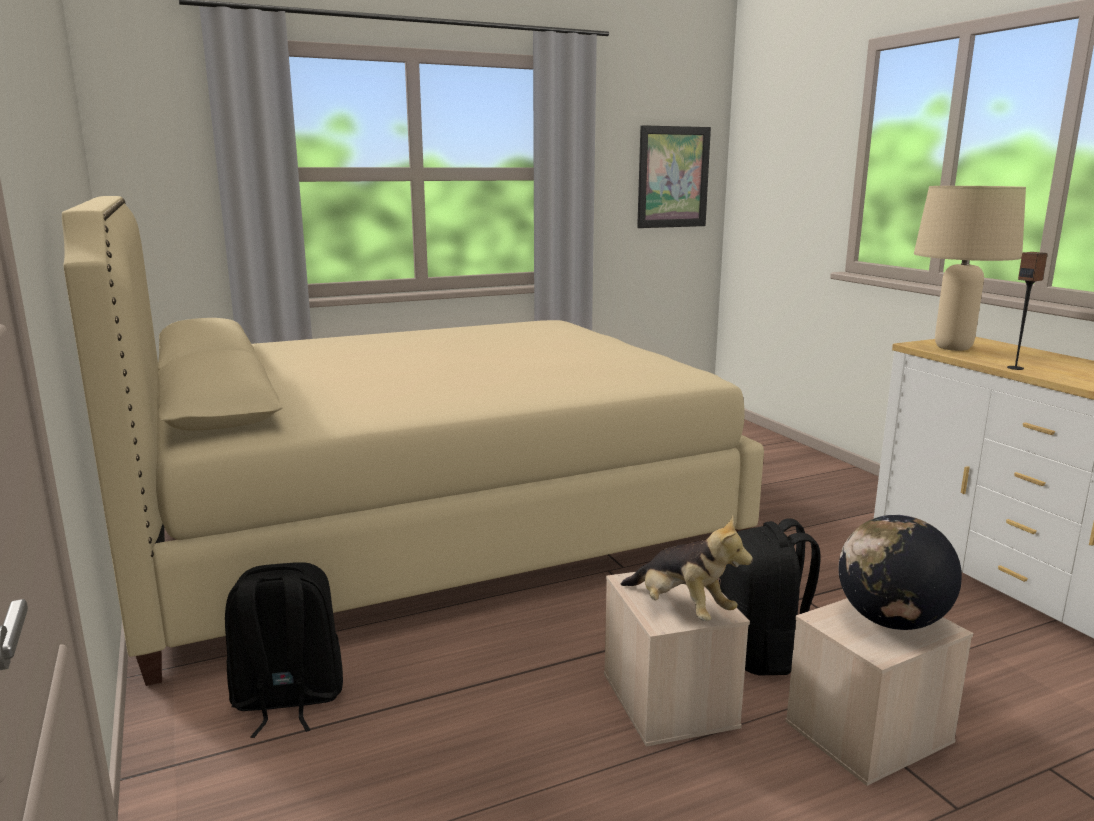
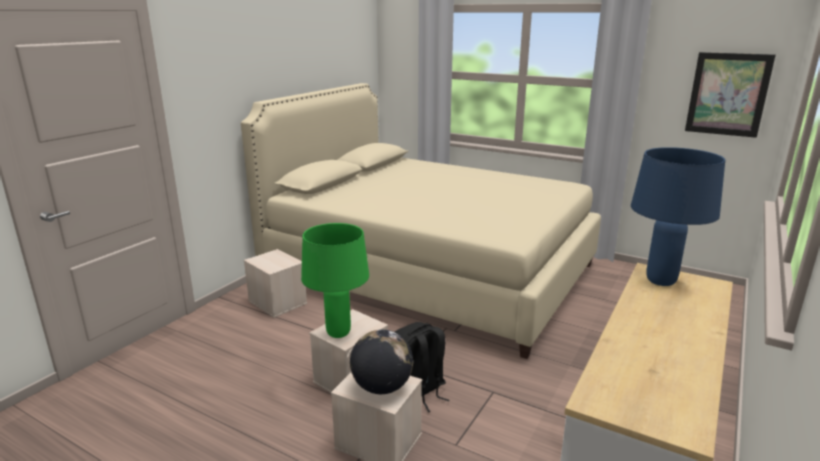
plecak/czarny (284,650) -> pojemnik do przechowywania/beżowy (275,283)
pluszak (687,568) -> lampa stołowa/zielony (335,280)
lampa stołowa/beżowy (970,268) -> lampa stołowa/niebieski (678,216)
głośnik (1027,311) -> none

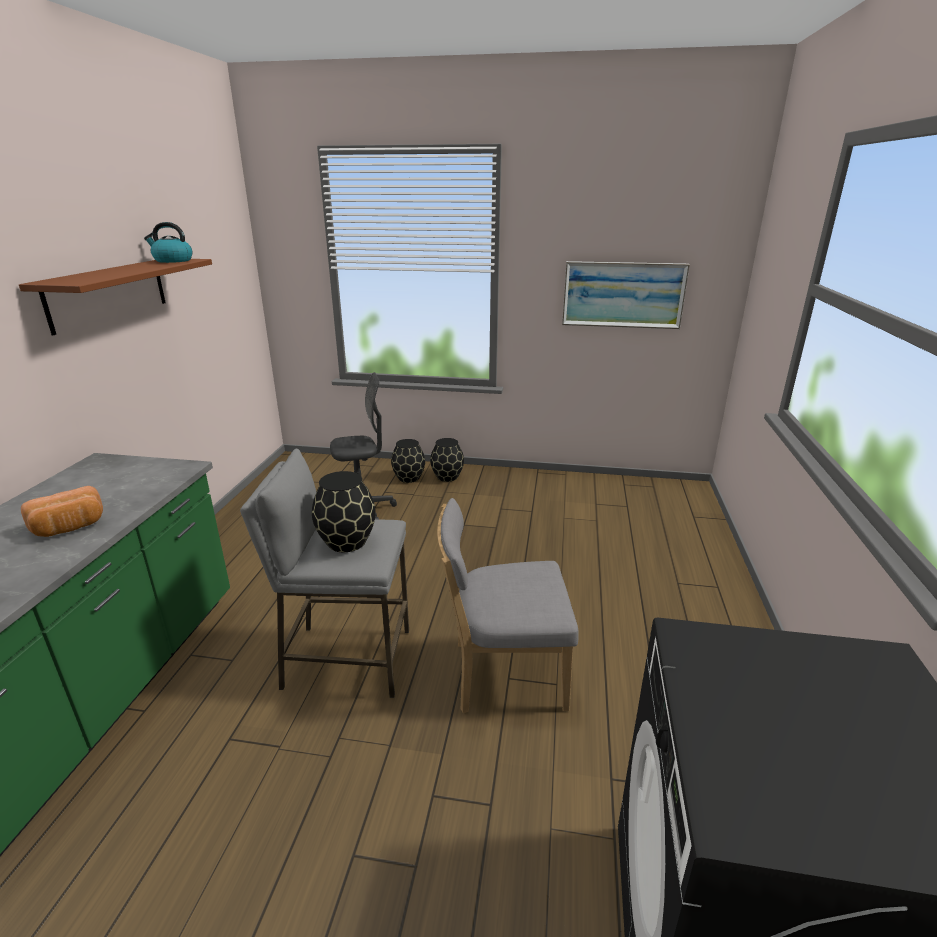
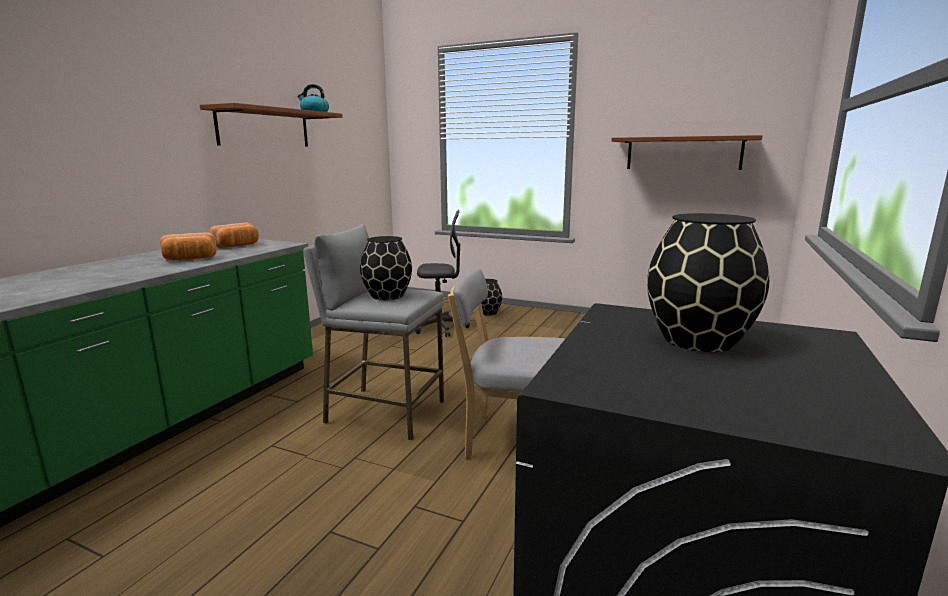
none -> chleb (234,235)
obraz (626,295) -> półka/brązowy (687,152)
wazon/czarny (447,460) -> wazon/czarny (708,282), relocated

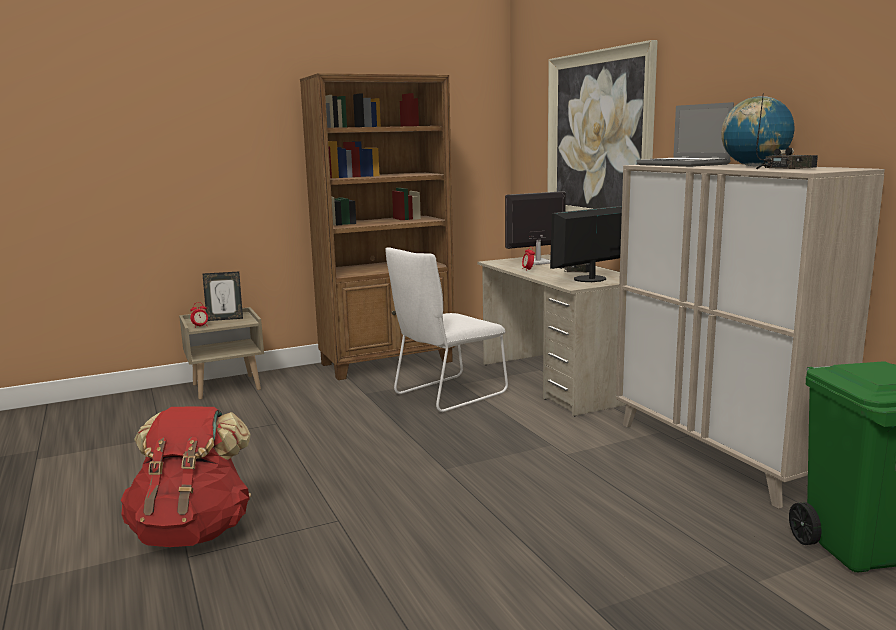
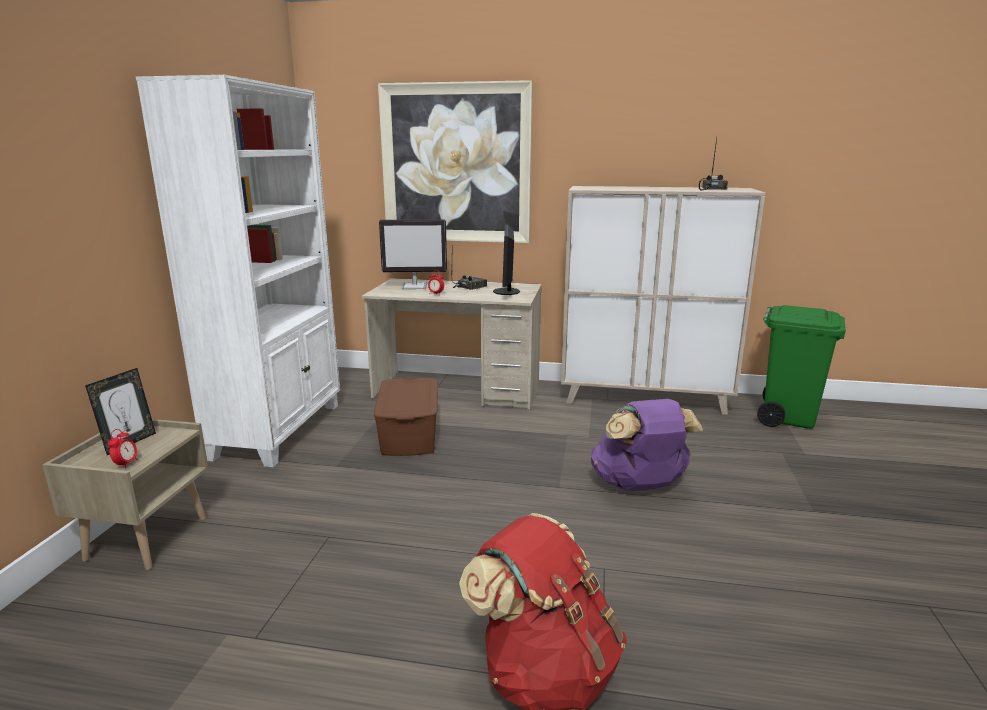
regał/brązowy (377,226) -> regał/biały (238,271)
krzesło/biały (446,329) -> pojemnik do przechowywania/brązowy (406,417)
monitor (535,228) -> monitor (413,254), 105 degrees counterclockwise
none -> plecak/fioletowy (647,445)
laptop (685,134) -> none
globus (757,131) -> none

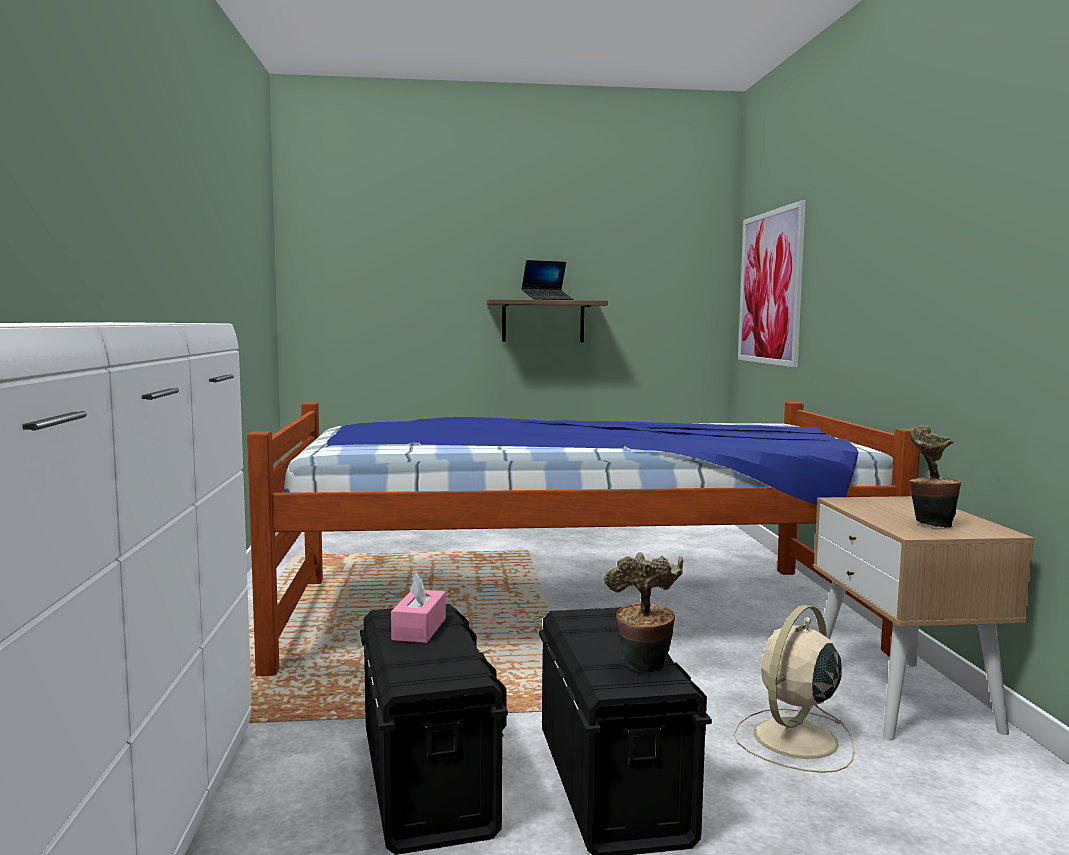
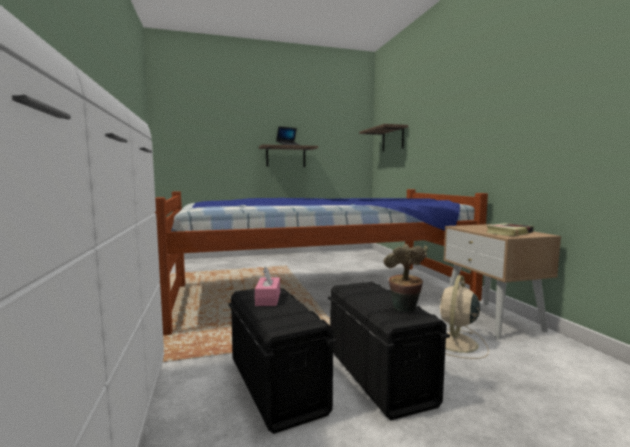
obraz (772,283) -> półka (383,137)
roślina doniczkowa (935,476) -> książka (510,229)

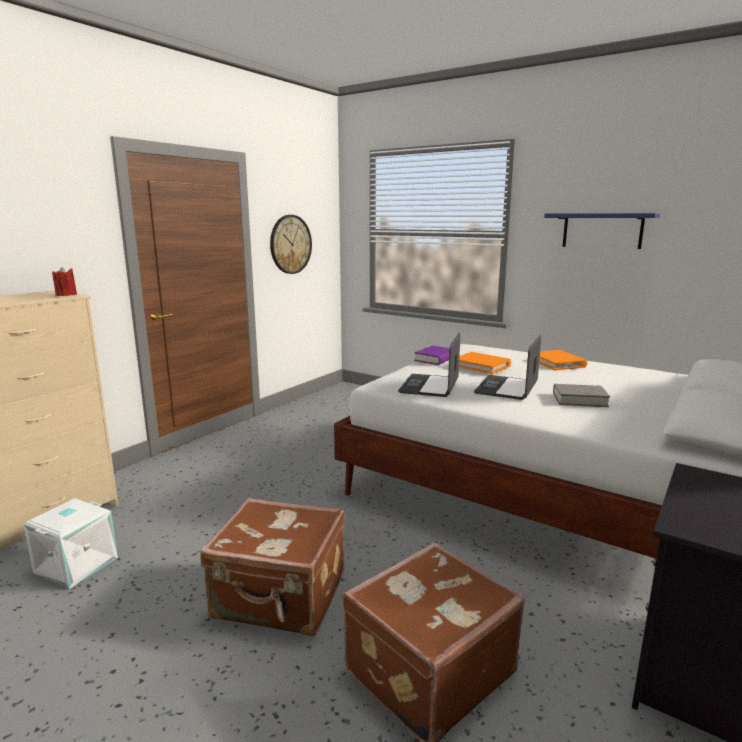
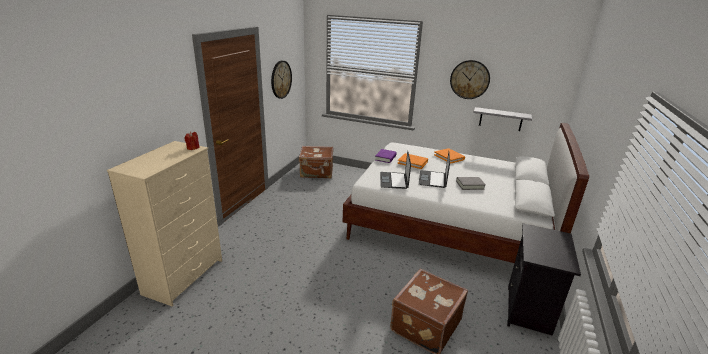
walizka/brązowy (272,567) -> walizka/brązowy (316,162), relocated
półka/niebieski (602,231) -> zegar ścienny (470,79)
none -> półka/szary (502,119)
pojemnik do przechowywania/biały (71,543) -> none

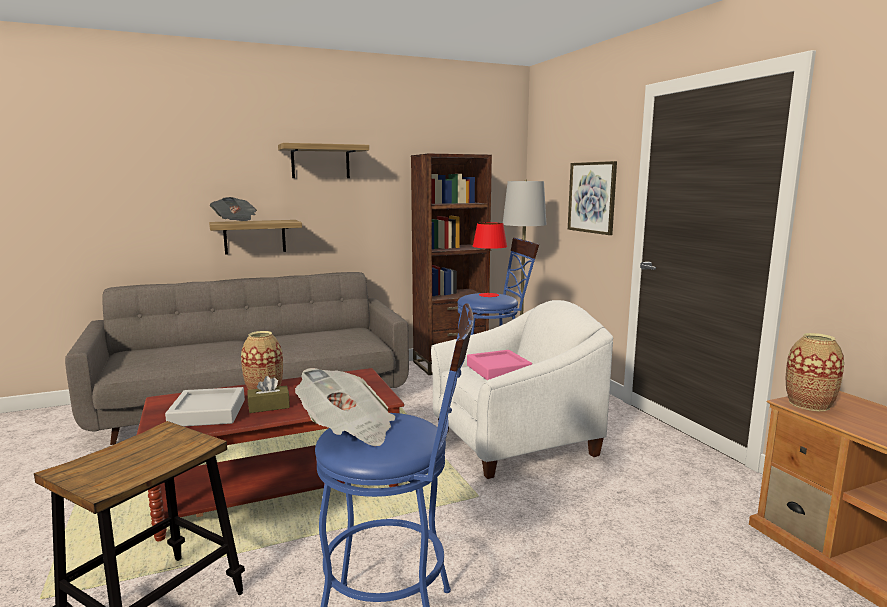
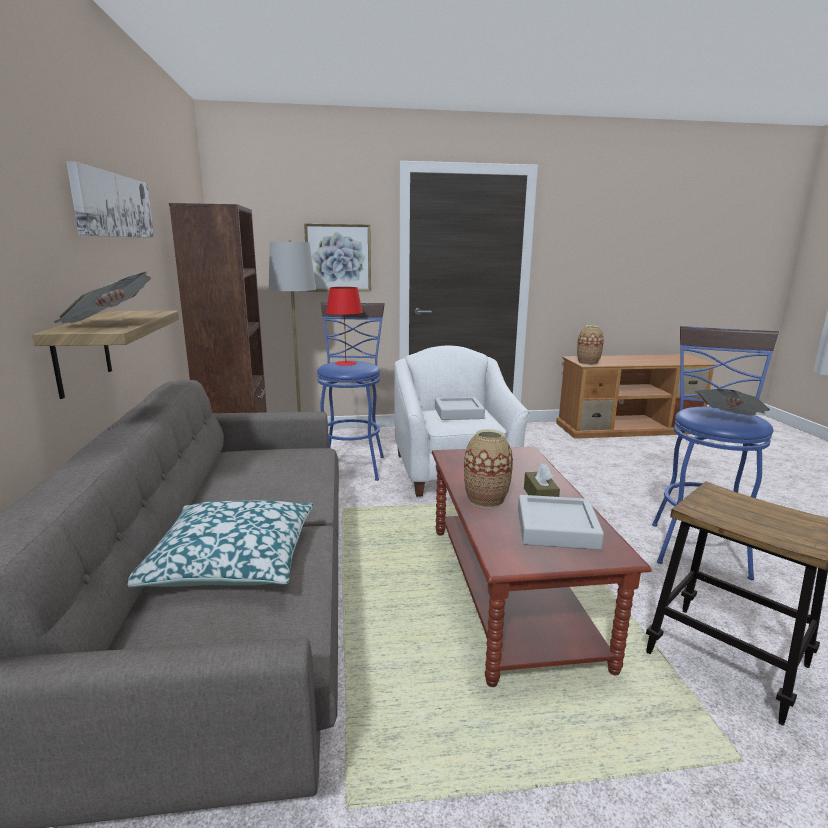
półka (323,160) -> obraz (110,199)
none -> poduszka (221,544)
taca/różowy (499,365) -> taca/szary (460,408)

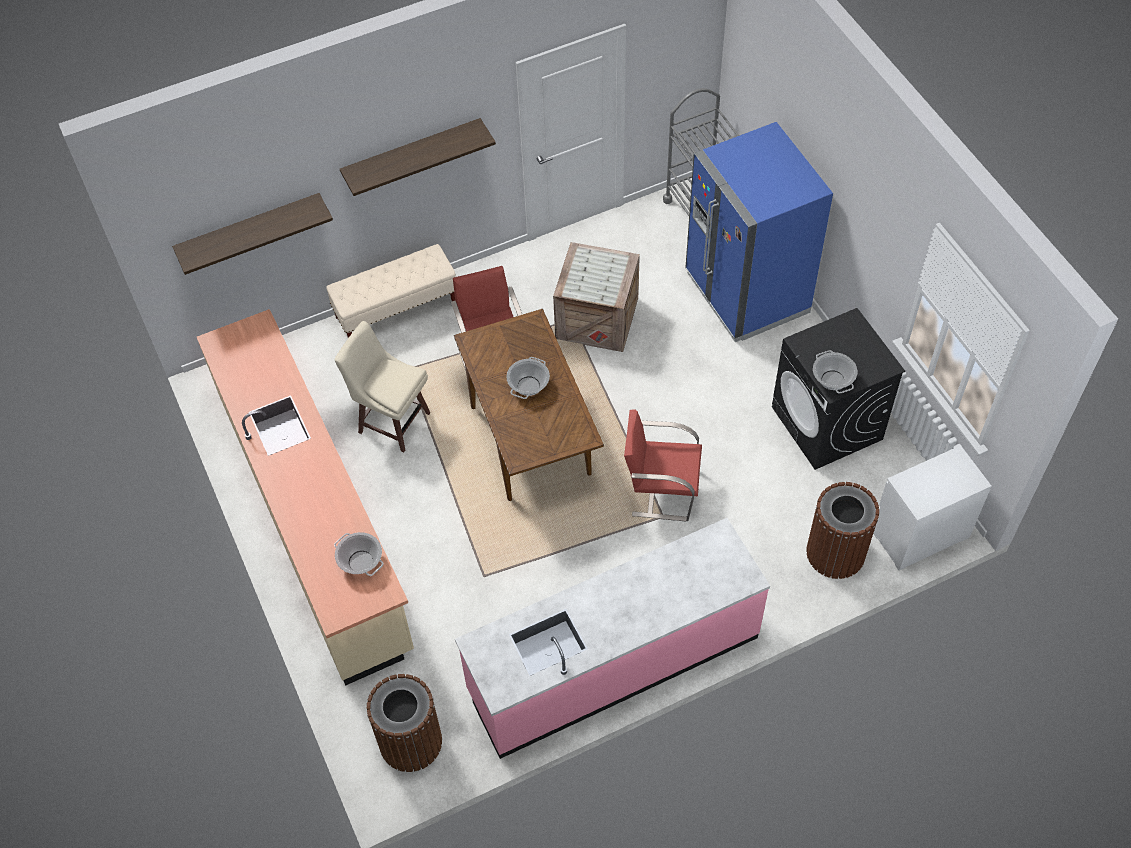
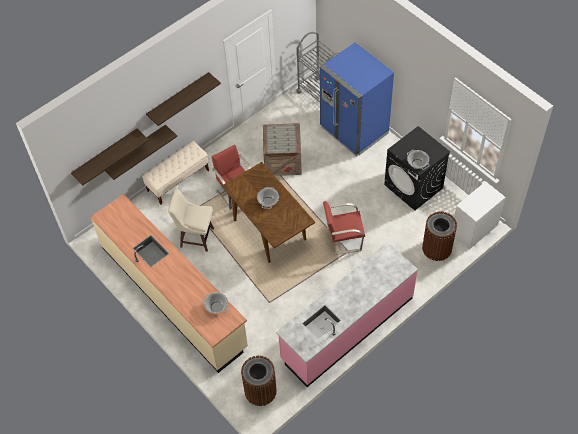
none -> półka (141,152)

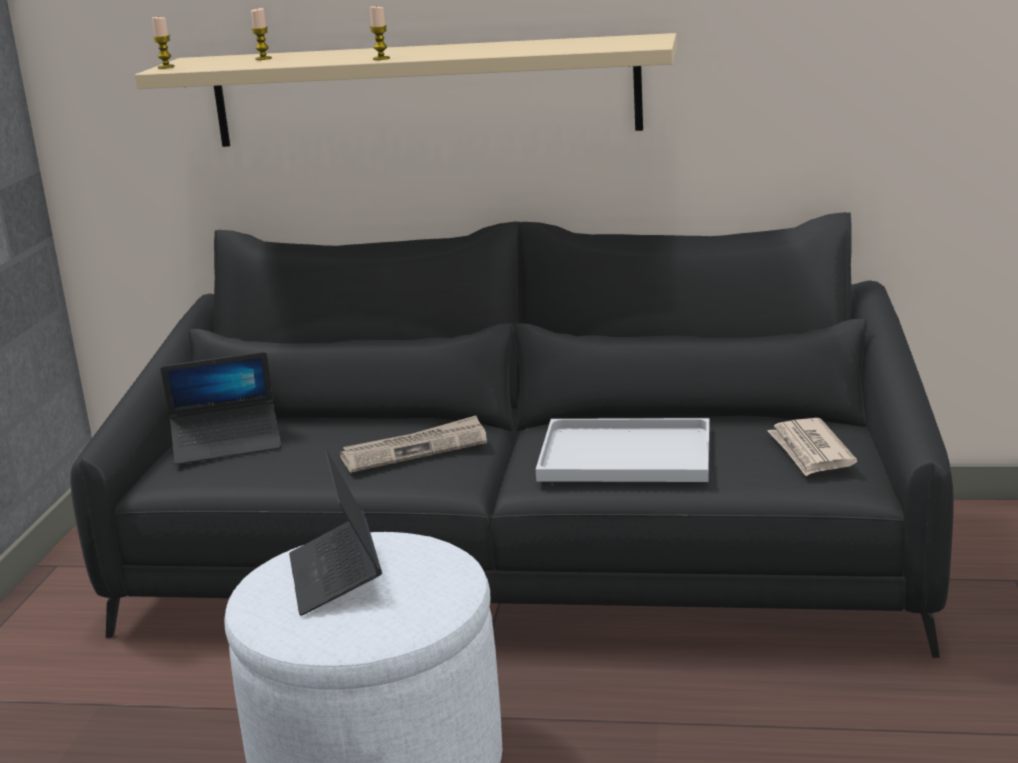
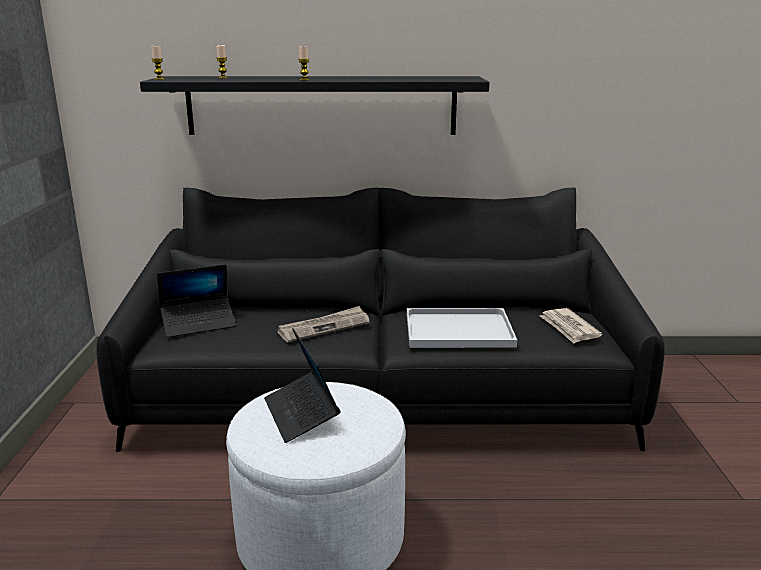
półka/beżowy (406,90) -> półka/czarny (315,105)

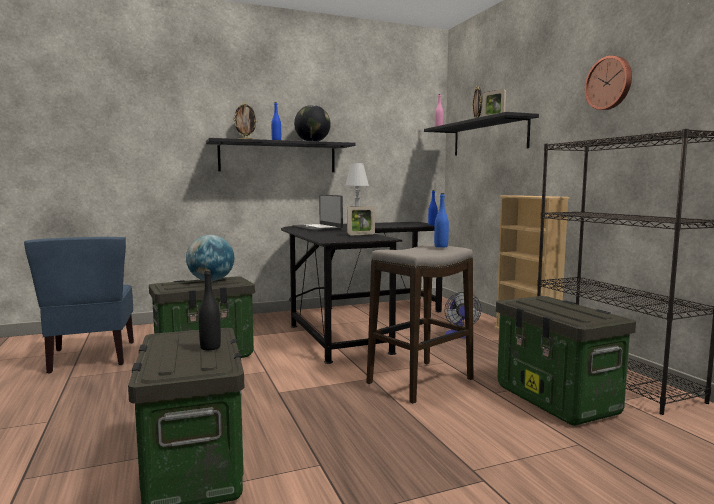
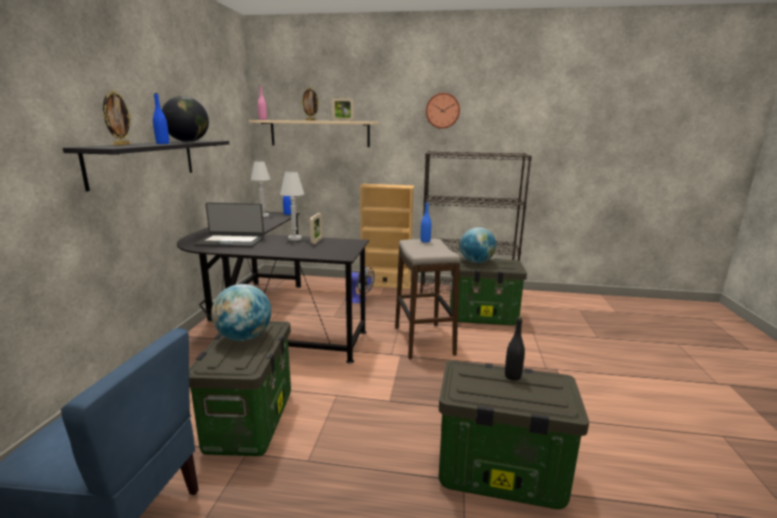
półka/czarny (481,134) -> półka/beżowy (314,133)
none -> lampa stołowa/biały (261,189)
none -> globus (478,245)

